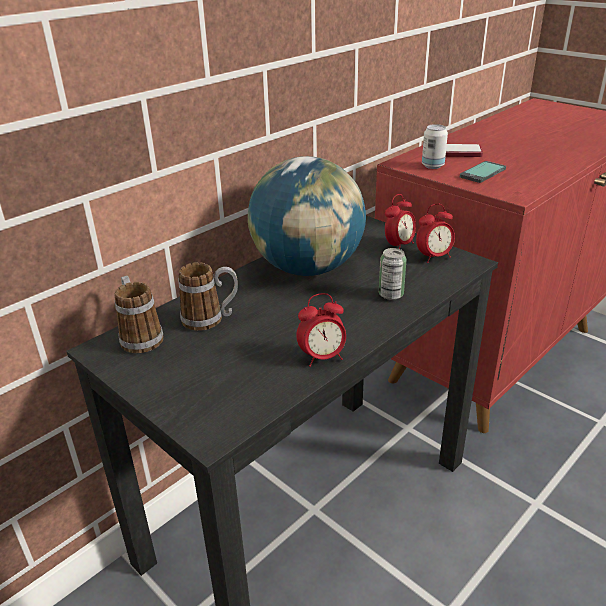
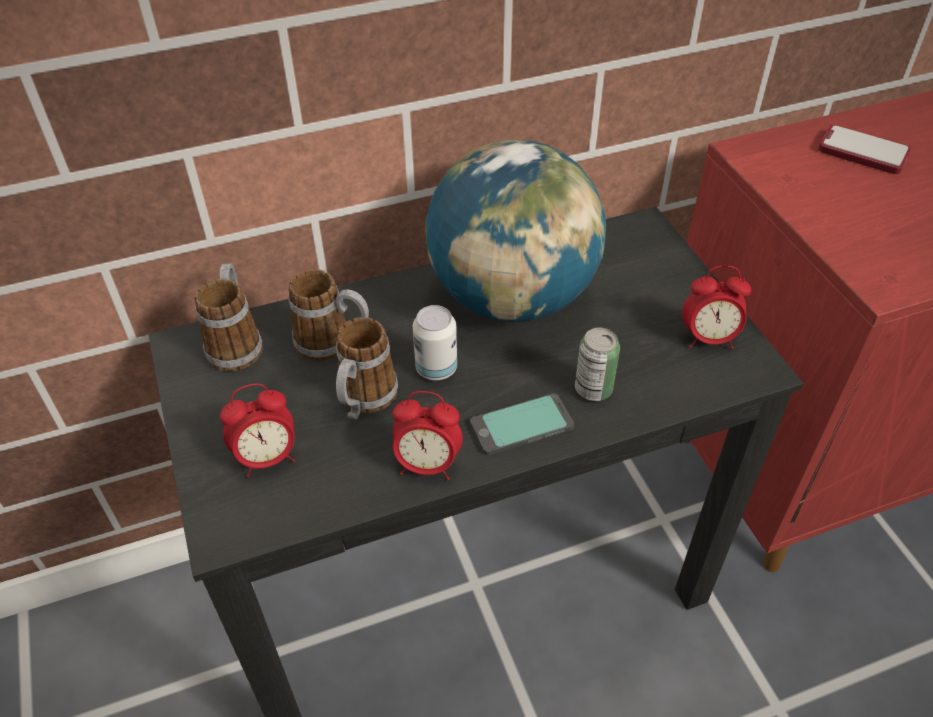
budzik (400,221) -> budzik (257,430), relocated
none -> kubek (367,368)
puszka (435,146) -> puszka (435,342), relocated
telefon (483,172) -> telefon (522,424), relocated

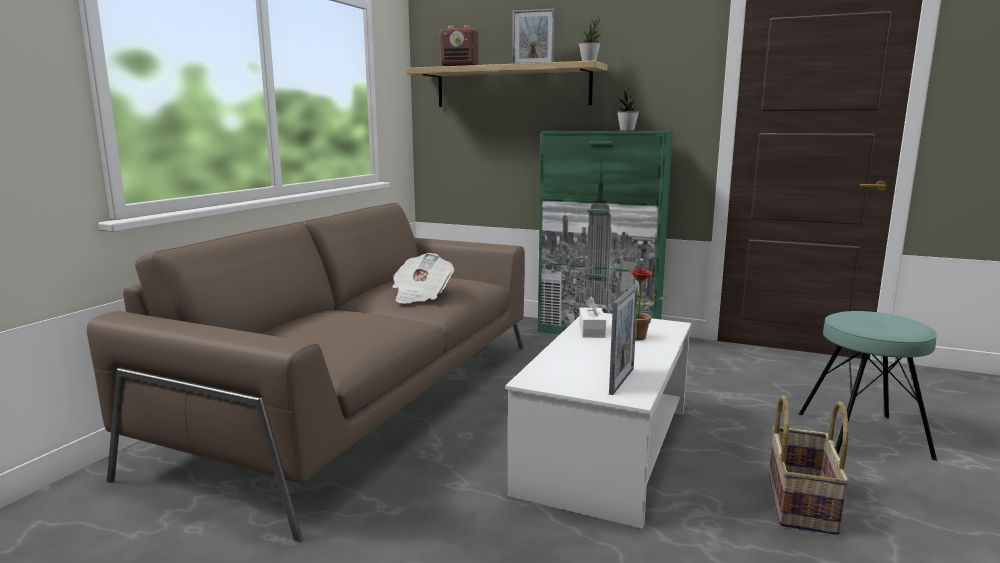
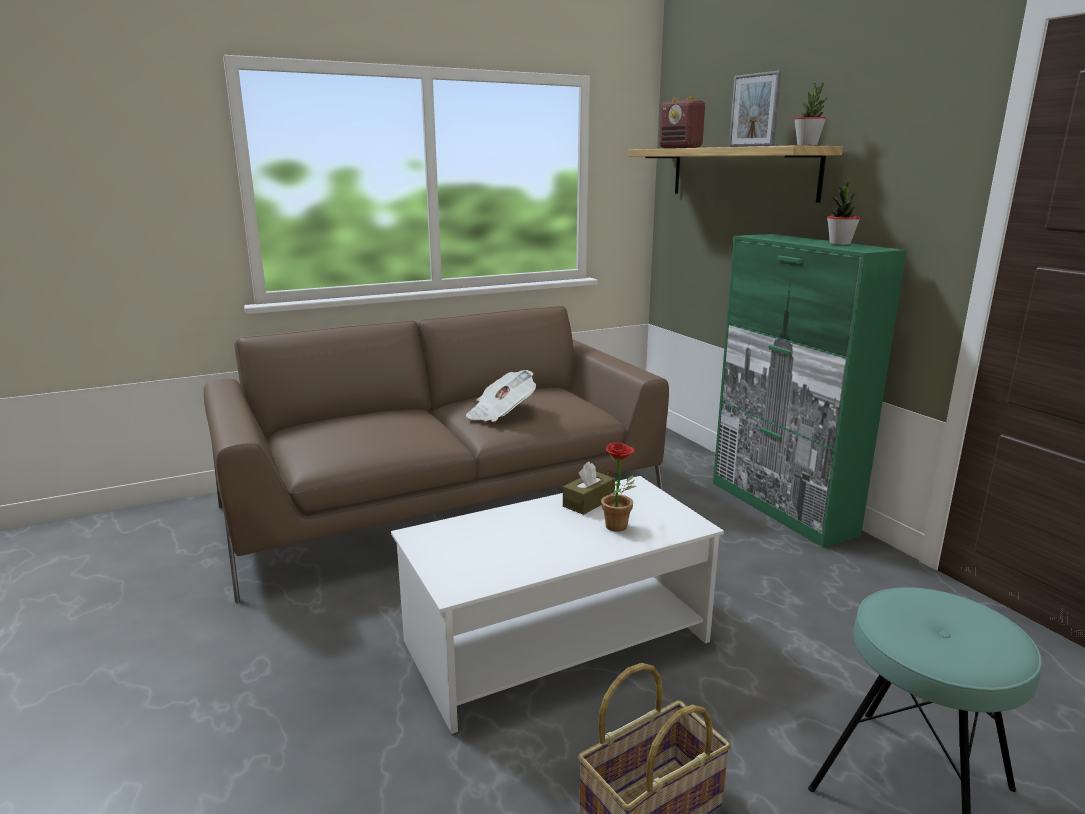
pudełko chusteczek/biały (592,317) -> pudełko chusteczek/brązowy (589,488)
ramka na zdjęcie (623,340) -> none

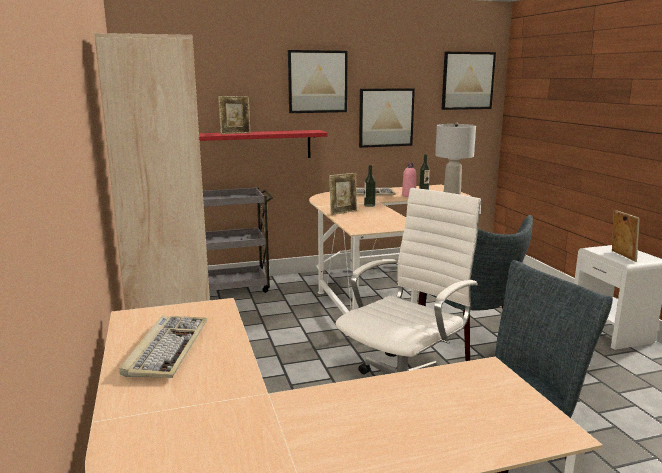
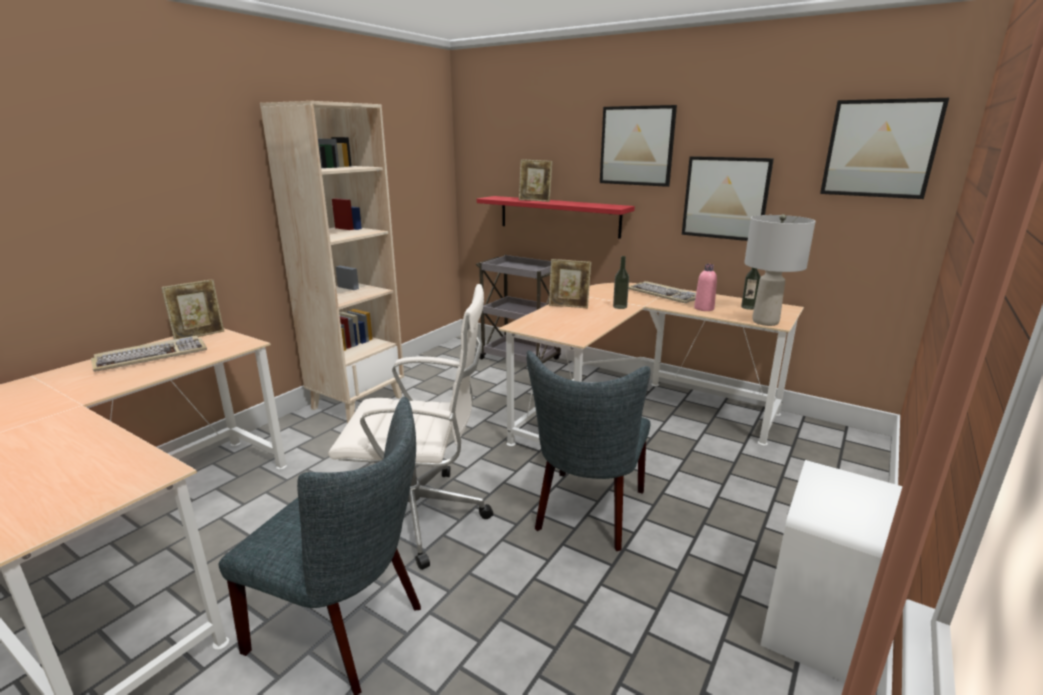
ramka na zdjęcie (626,236) -> ramka na zdjęcie (192,309), relocated

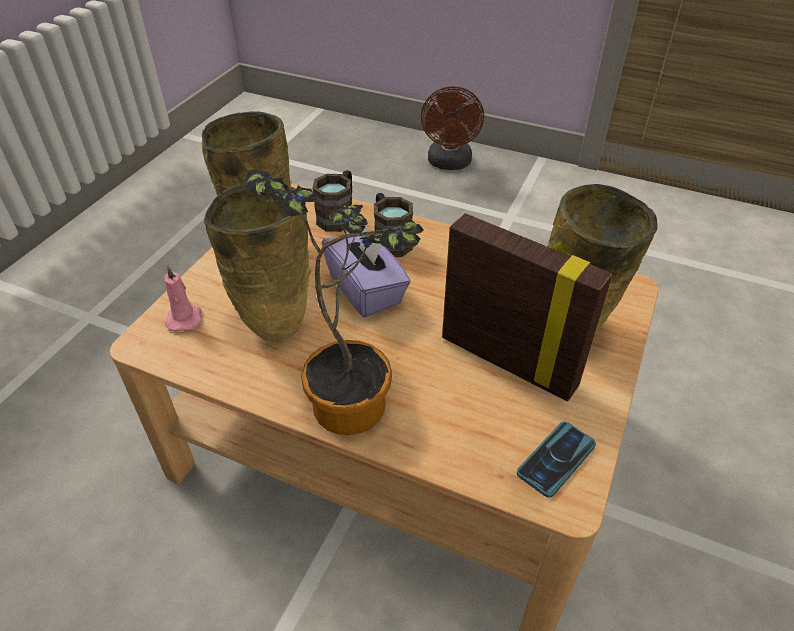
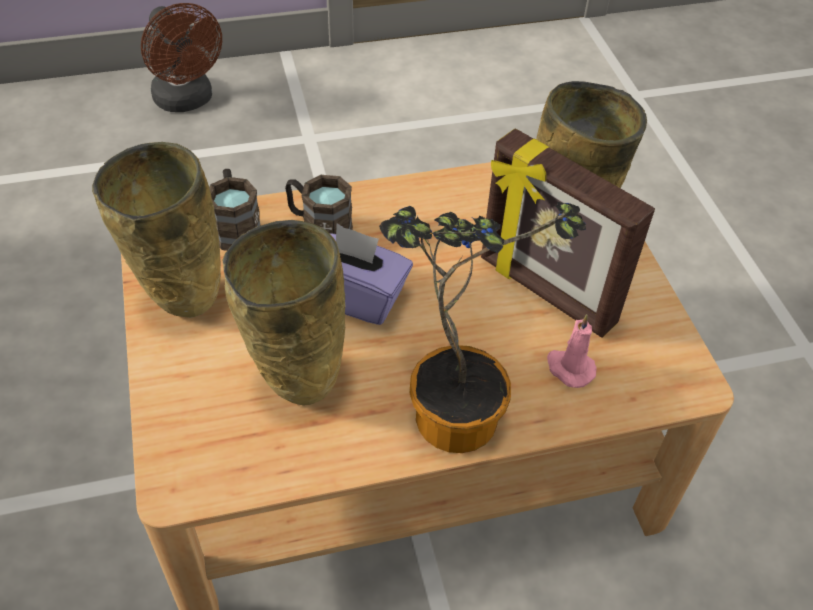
ramka na zdjęcie (527,307) -> ramka na zdjęcie (568,233), 135 degrees counterclockwise
świeca/różowy (183,299) -> świeca/różowy (571,351), relocated
telefon (556,460) -> none

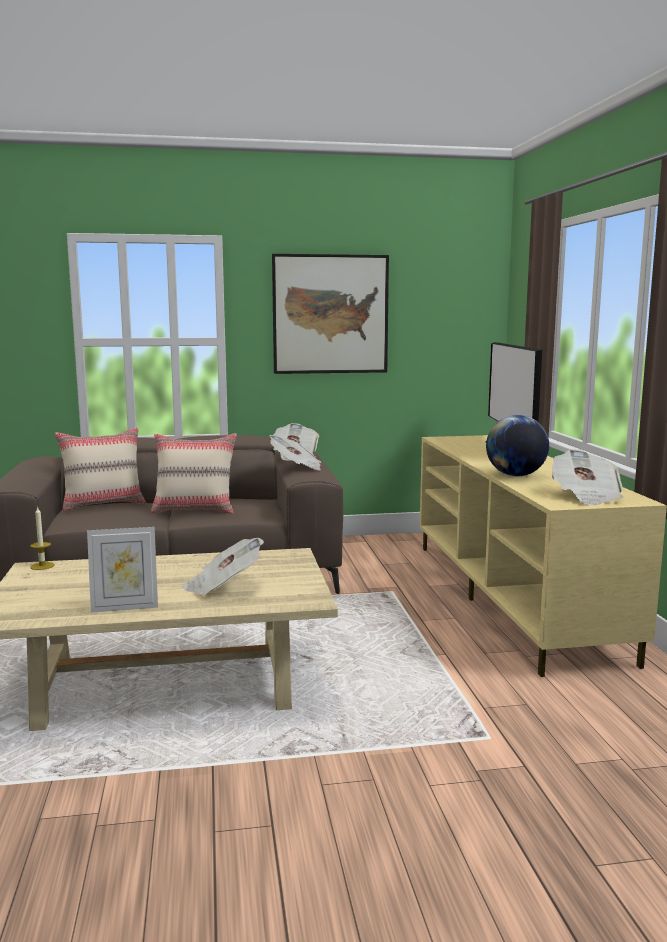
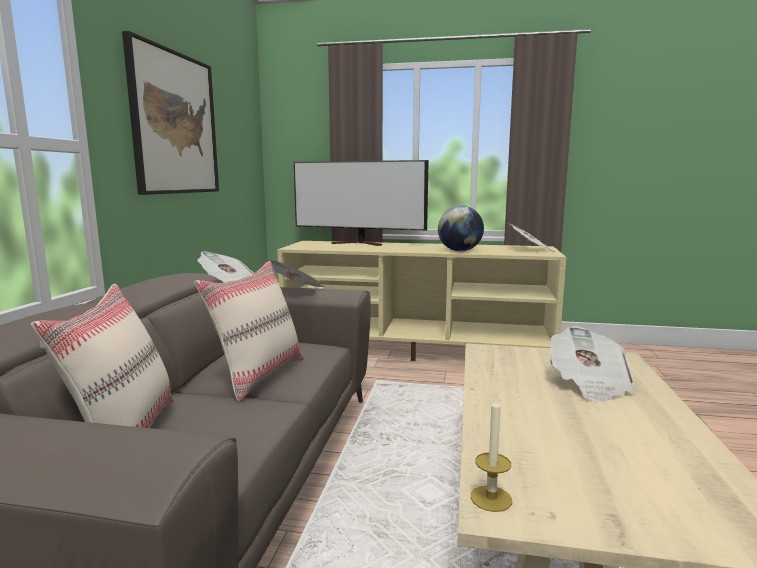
ramka na zdjęcie (122,570) -> none

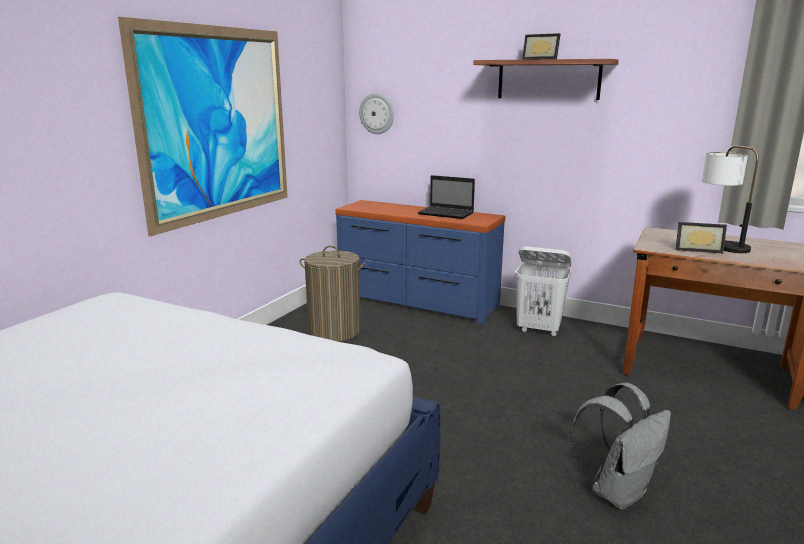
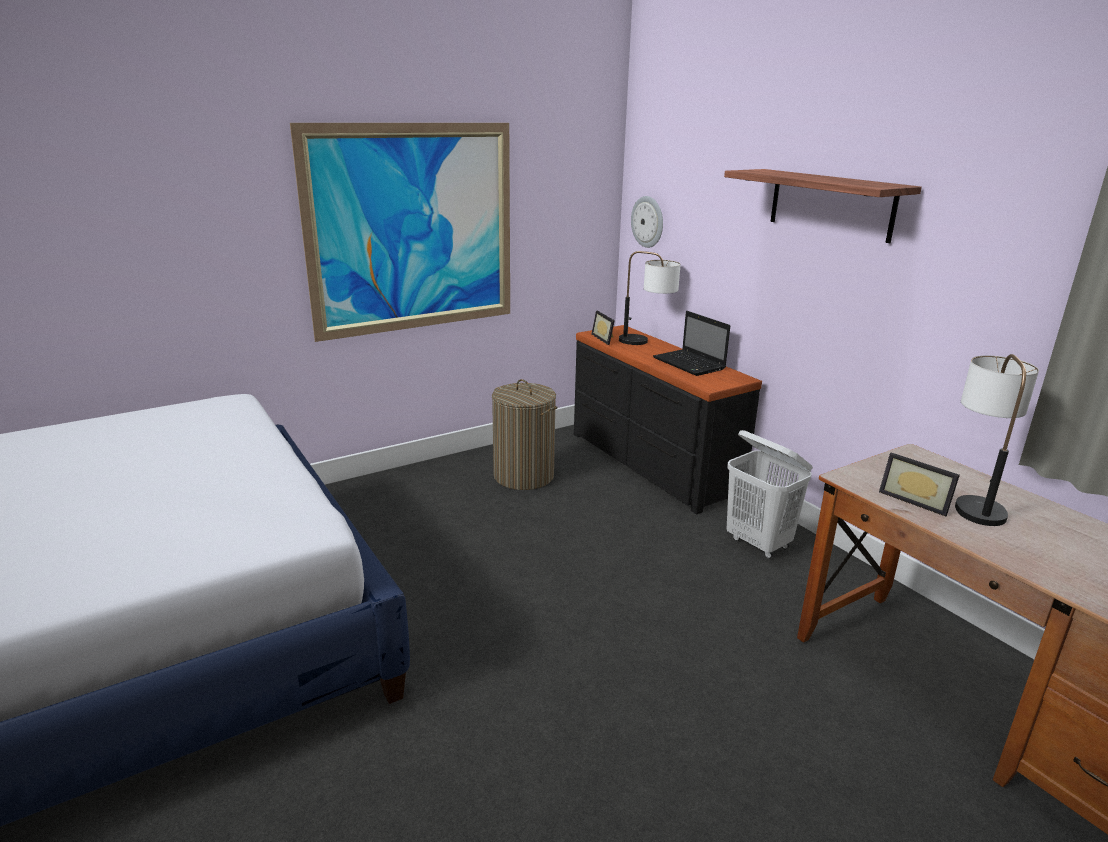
komoda/niebieski (420,262) -> komoda/czarny (668,419)
ramka na zdjęcie (541,46) -> ramka na zdjęcie (603,328), relocated
none -> lampa stołowa (650,298)
plecak/szary (620,446) -> none

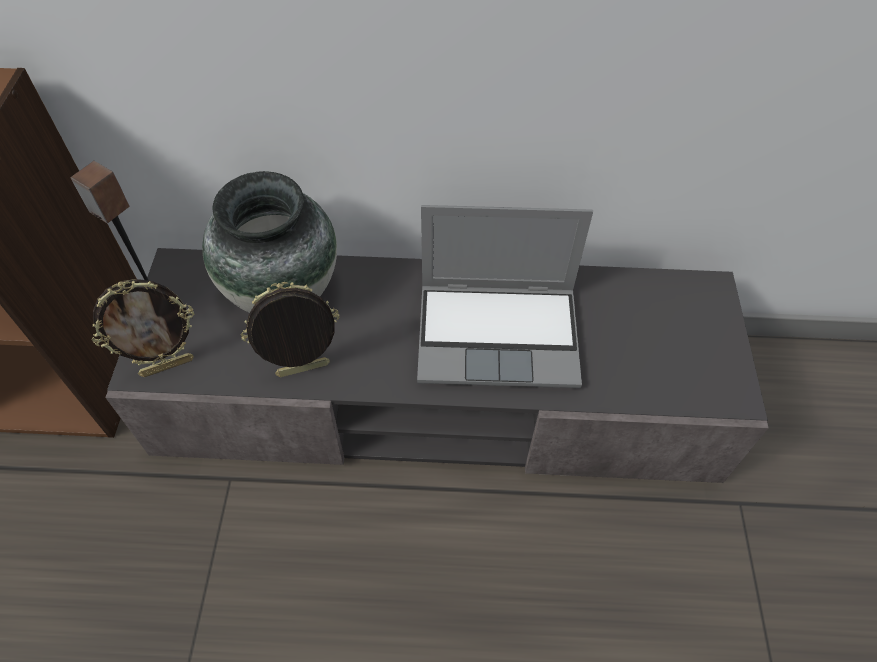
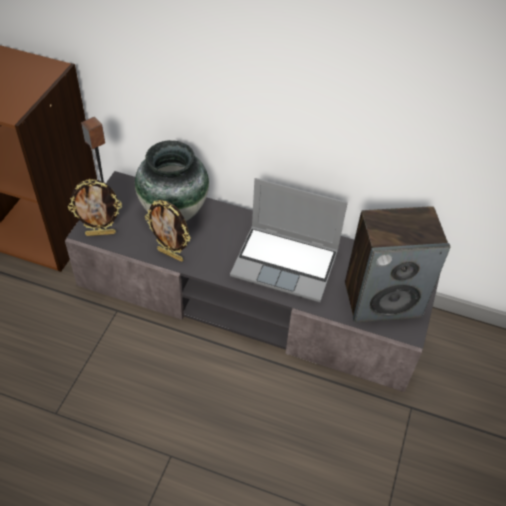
ramka na zdjęcie (290,329) -> ramka na zdjęcie (167,231), 150 degrees counterclockwise
none -> głośnik (397,264)

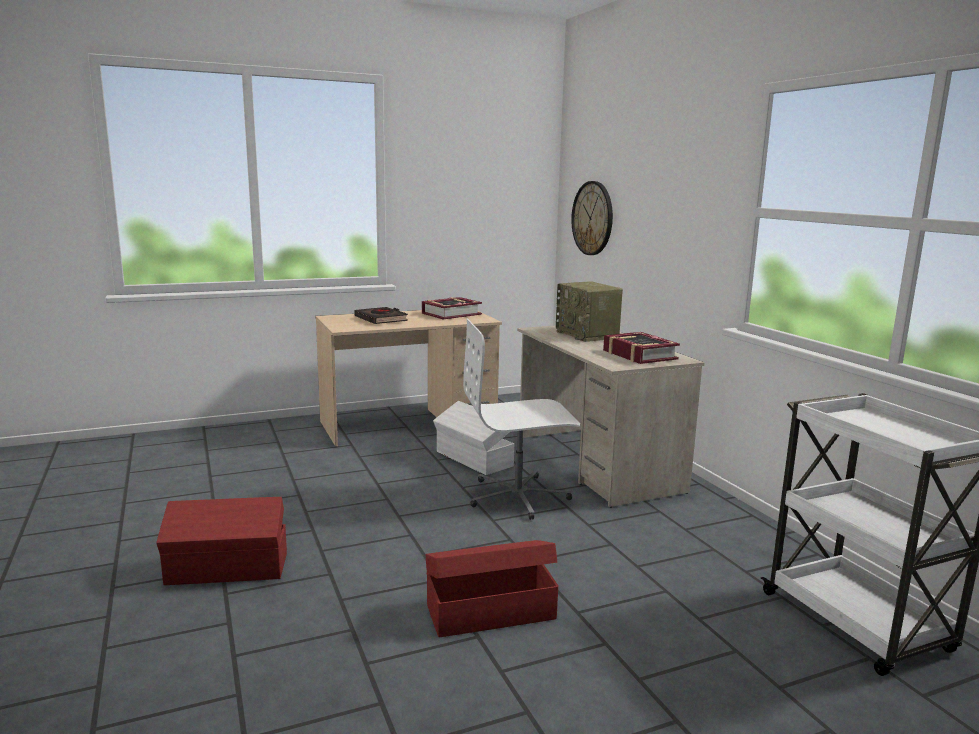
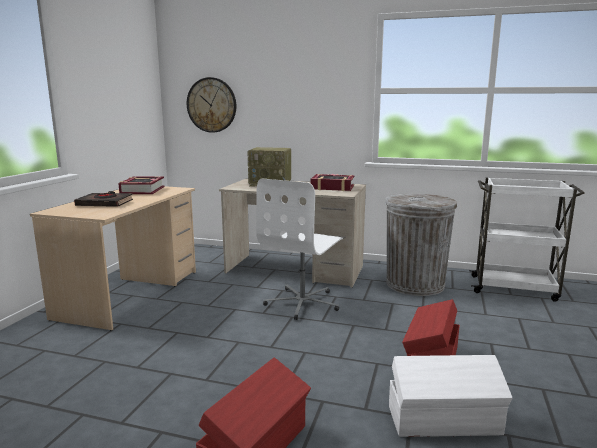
none -> kosz na śmieci/szary (421,244)
pojemnik do przechowywania/biały (473,438) -> pojemnik do przechowywania/biały (450,396), relocated

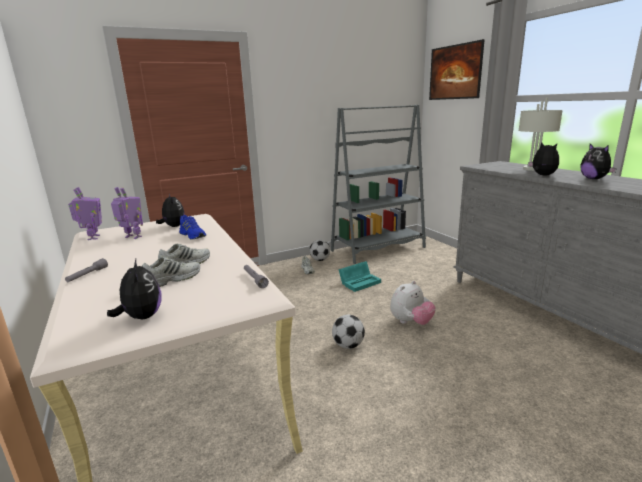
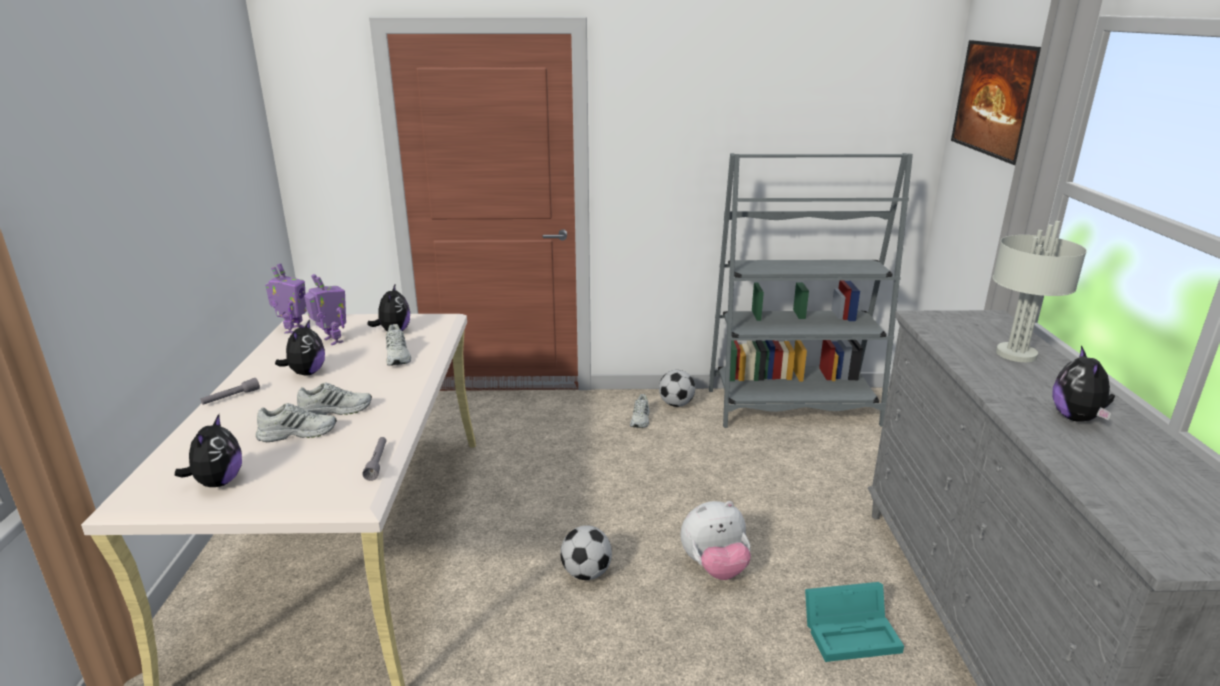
pluszak (543,159) -> pluszak (300,347), relocated
but/niebieski (192,227) -> but/biały (398,345)
pojemnik do przechowywania/turkusowy (359,276) -> pojemnik do przechowywania/turkusowy (854,622), relocated

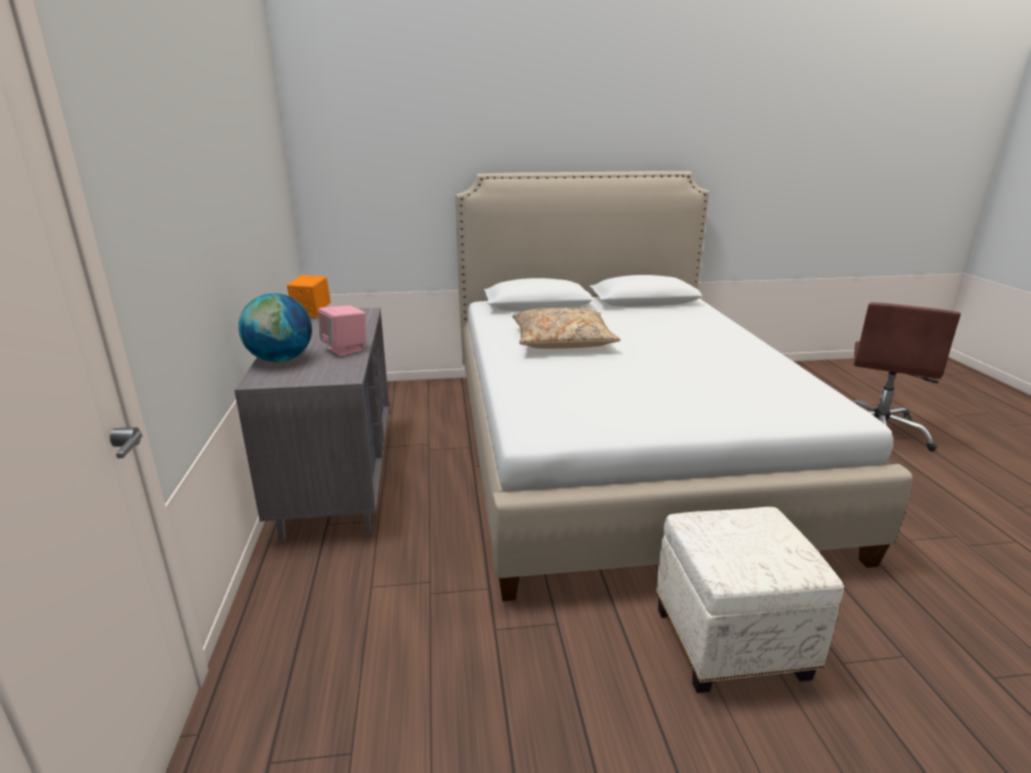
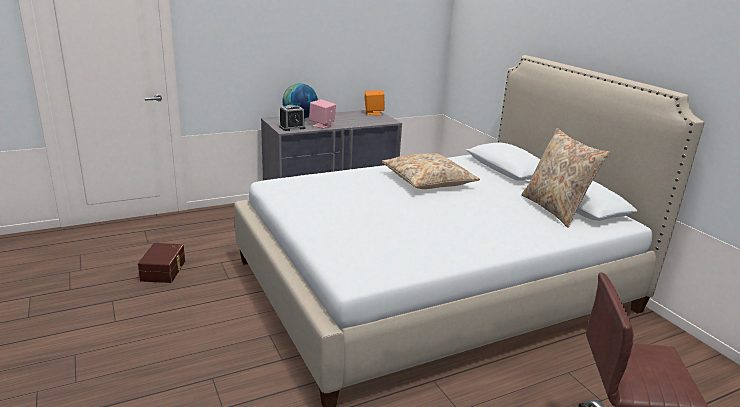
none -> pojemnik do przechowywania/brązowy (161,263)
none -> budzik (292,118)
none -> poduszka/beżowy (566,178)
pufa/biały (750,600) -> none

